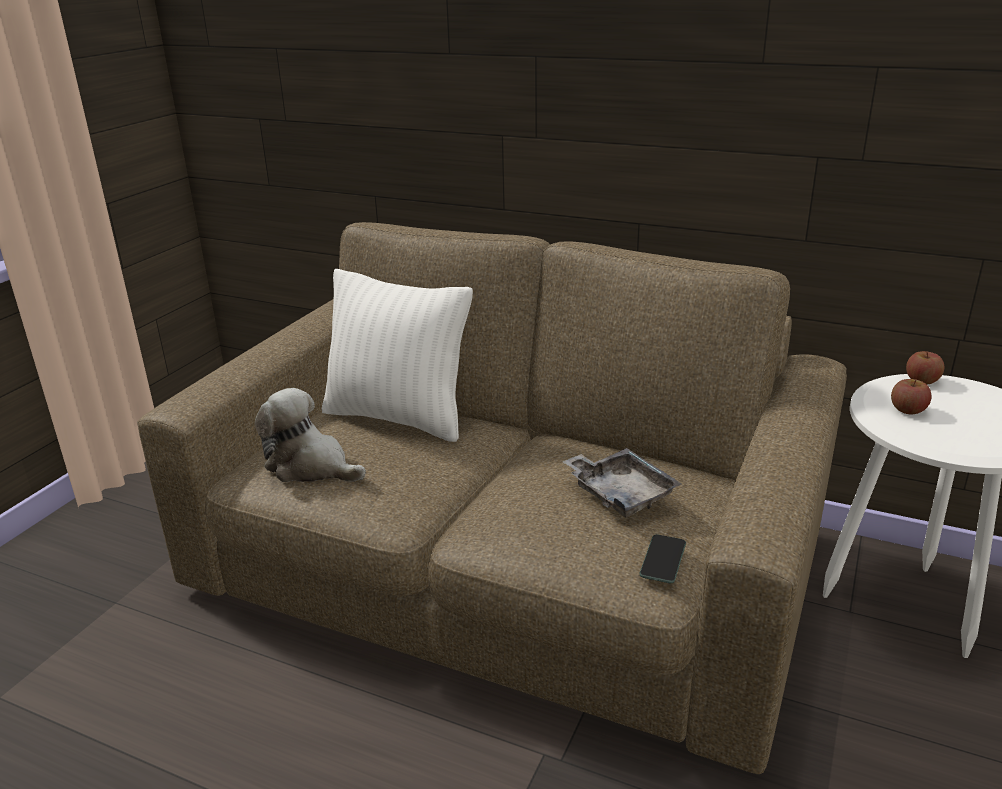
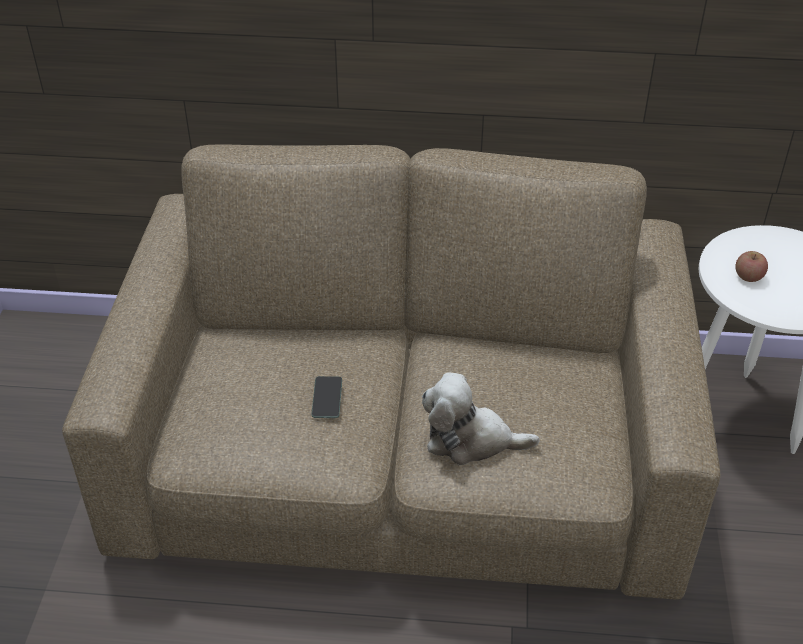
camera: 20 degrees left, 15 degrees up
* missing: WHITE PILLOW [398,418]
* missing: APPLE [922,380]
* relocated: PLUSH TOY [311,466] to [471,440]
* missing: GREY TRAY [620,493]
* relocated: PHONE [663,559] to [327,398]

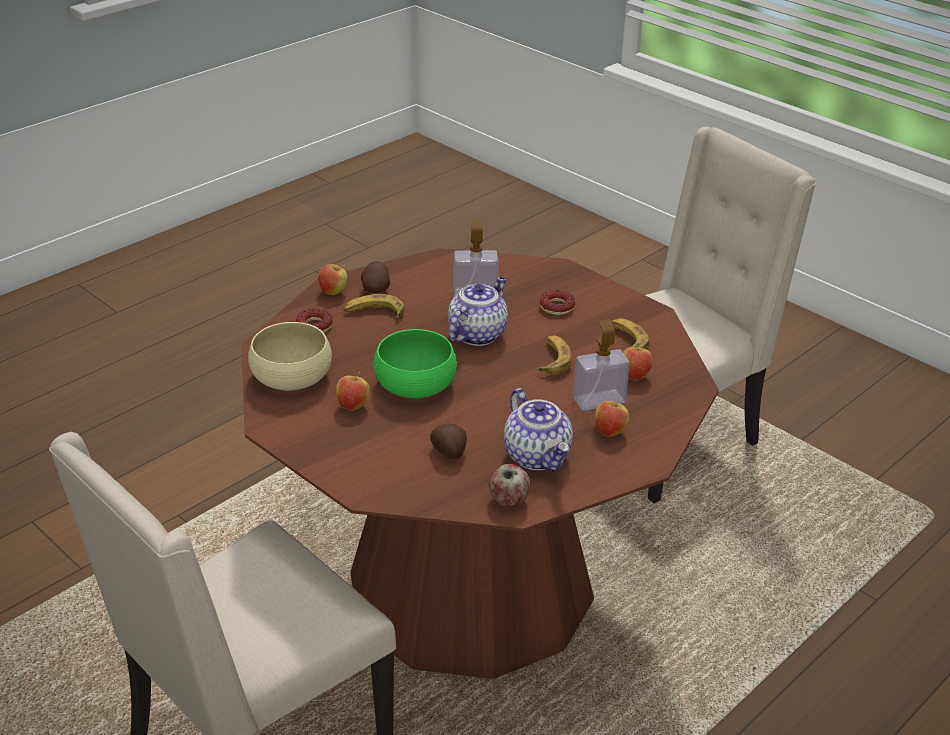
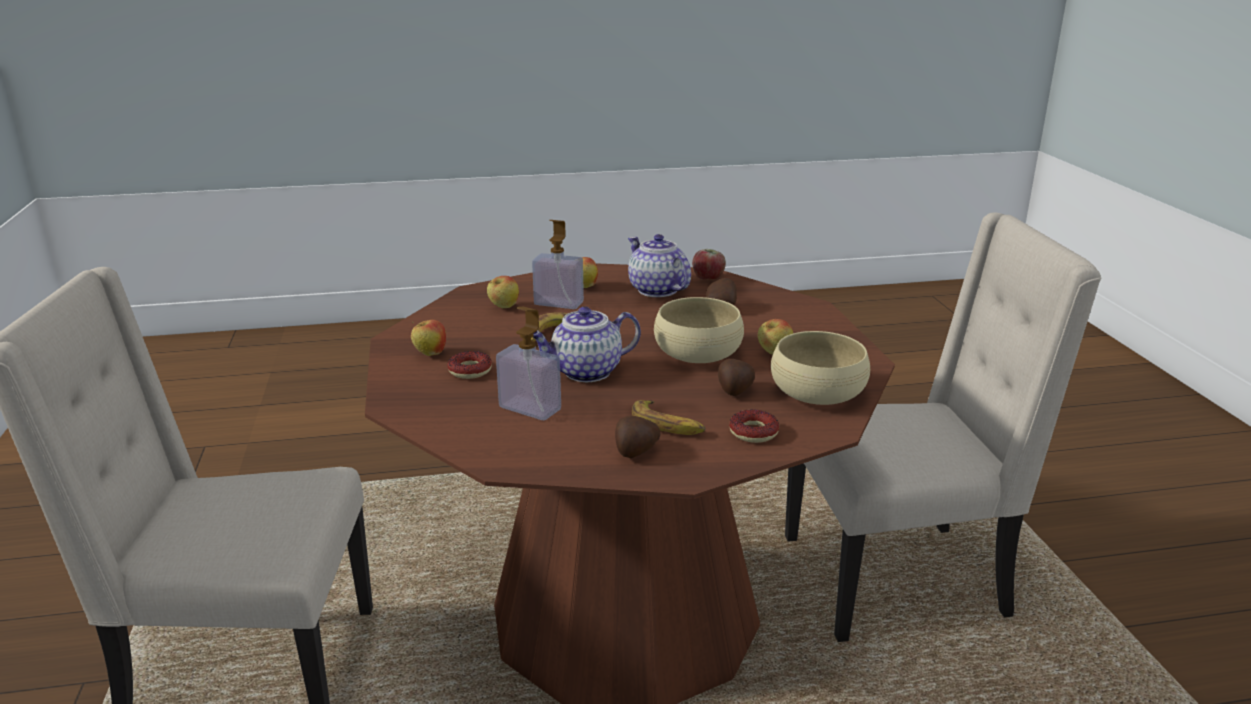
camera: 145 degrees left, 10 degrees down
* relocated: APPLE [333,292] to [430,354]
* missing: BANANA [627,341]
* colour: GREEN BOWL [415,383] to BEIGE BOWL [697,353]
* spun: TEAPOT [538,456] = [656,290] 45 degrees counterclockwise
* appeared: POTATO [734,391]

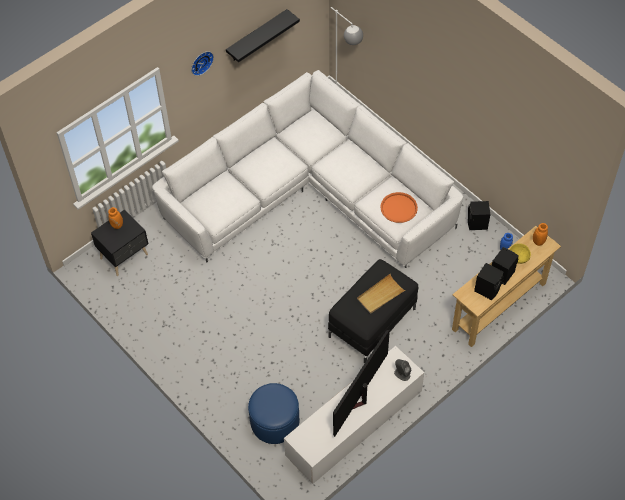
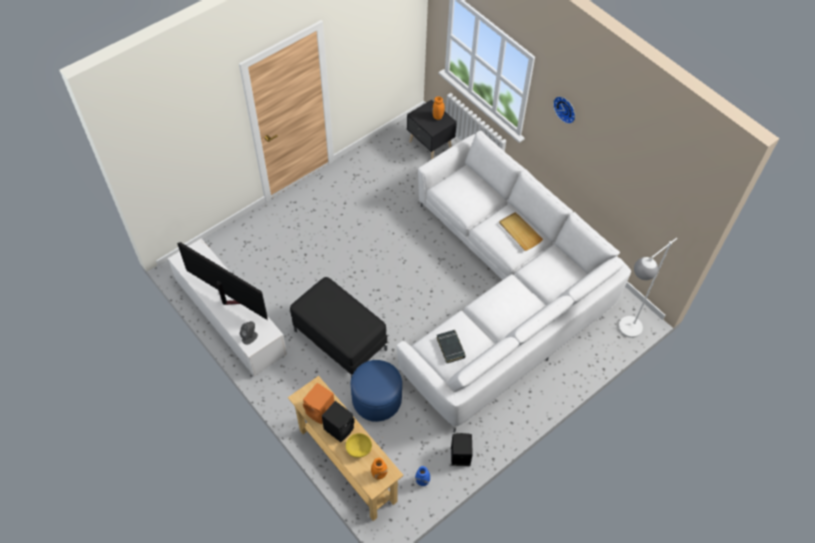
camera: 90 degrees right, 0 degrees up
* missing: BLACK SHELF [257,36]
* exchanged: ORANGE TRAY [398,208] to BLACK BOOK [450,347]
* colour: BLACK SPEAKER [487,289] to ORANGE SPEAKER [321,411]
* relocated: BEIGE TRAY [380,295] to [519,232]
* relocated: BLUE OTTOMAN [274,422] to [376,399]

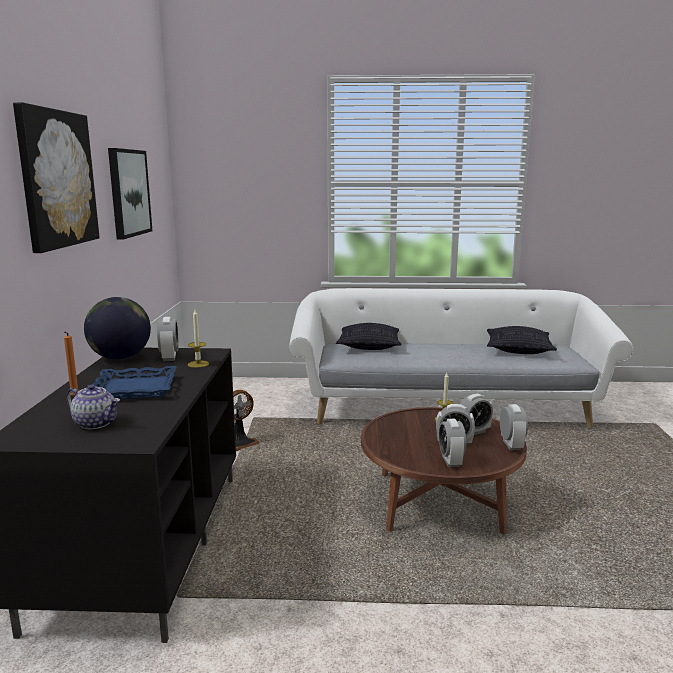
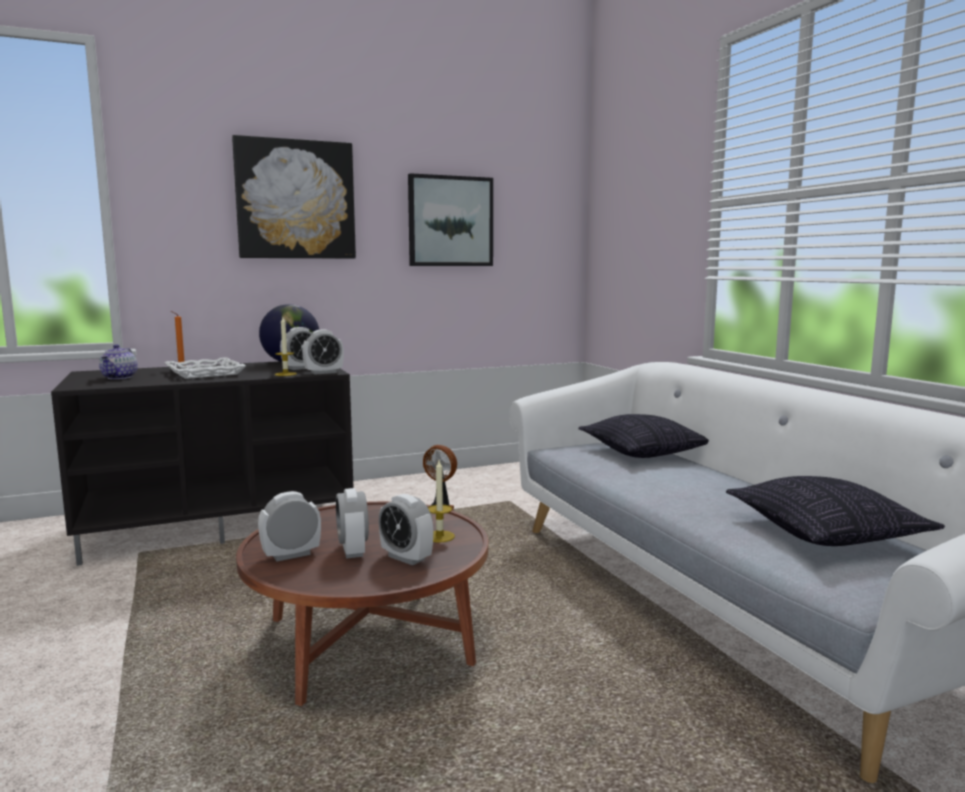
camera: 65 degrees right, 5 degrees down
* colour: BLUE TRAY [135,388] to WHITE TRAY [206,373]
* relocated: ALARM CLOCK [511,445] to [324,373]

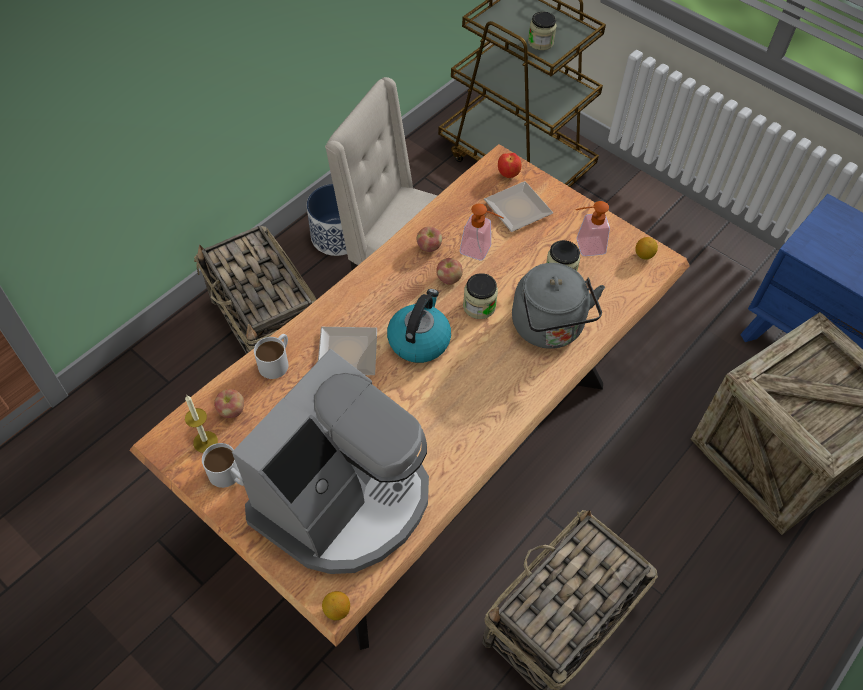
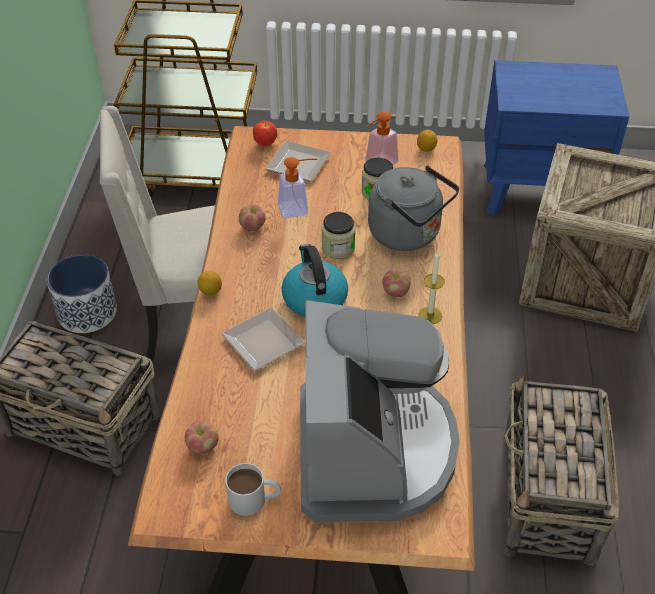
camera: 35 degrees left, 10 degrees down
* missing: JAR [540,42]
* relocated: APPLE [449,279] to [396,292]
* missing: WHITE MUG [276,361]
* relocated: CANDLE [205,442] to [430,315]
* relocated: LEMON [337,610] to [210,291]

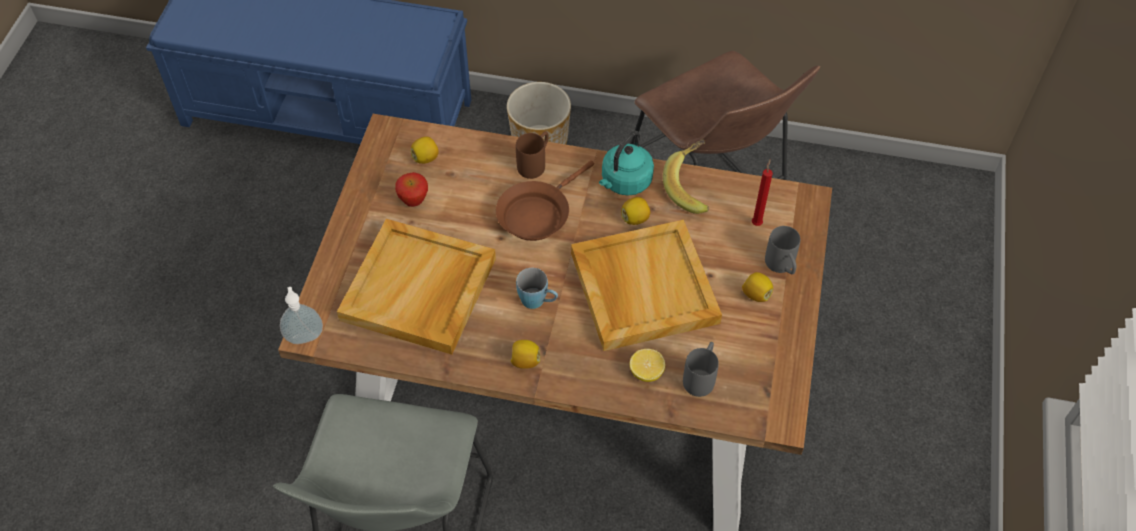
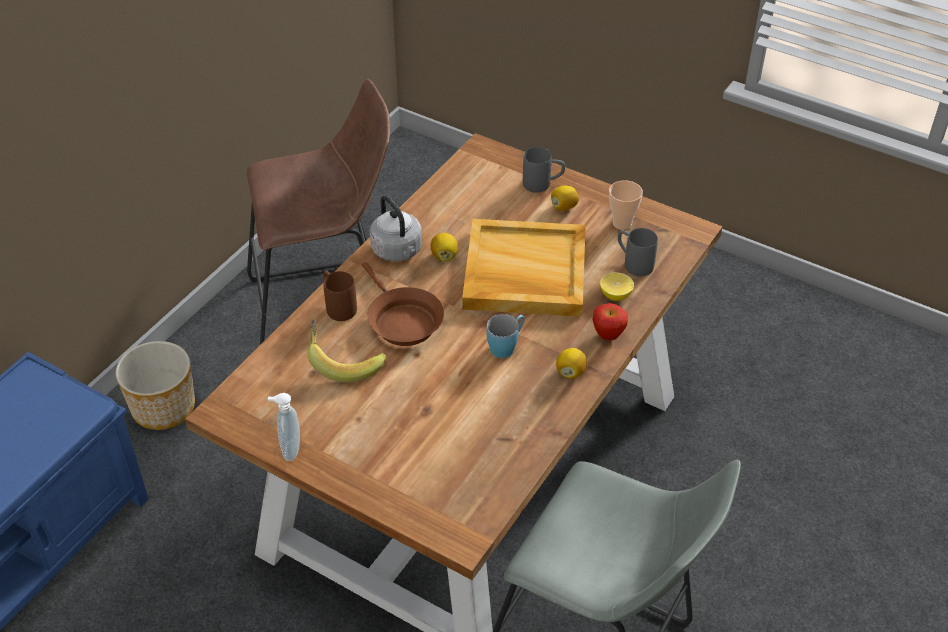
camera: 70 degrees left, 10 degrees down
* colour: TURQUOISE KETTLE [624,182] to GREY KETTLE [398,251]
* missing: LEMON [426,158]
* relocated: BANANA [692,187] to [344,361]
* missing: RED CANDLE [757,222]
* relocated: APPLE [414,202] to [608,336]
* missing: BEIGE TRAY [419,290]
* relocated: SOAP DISPENSER [305,336] to [289,450]
* appeared: CUP [622,223]

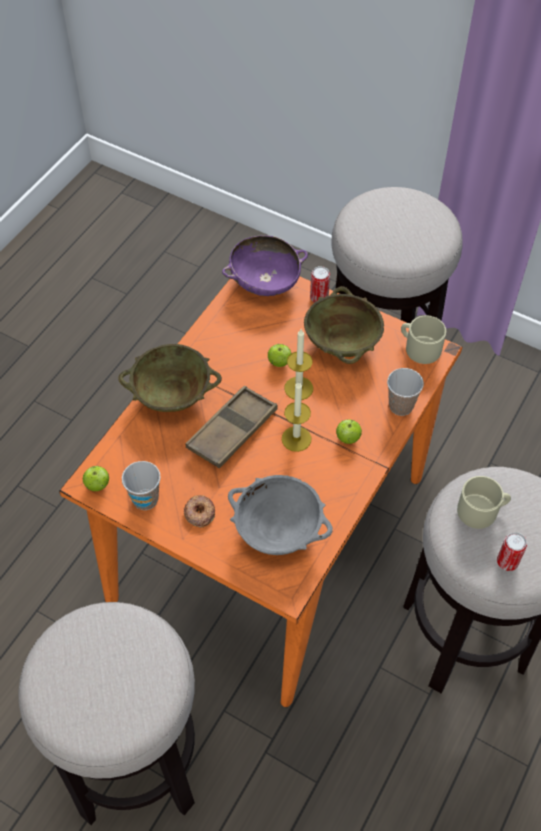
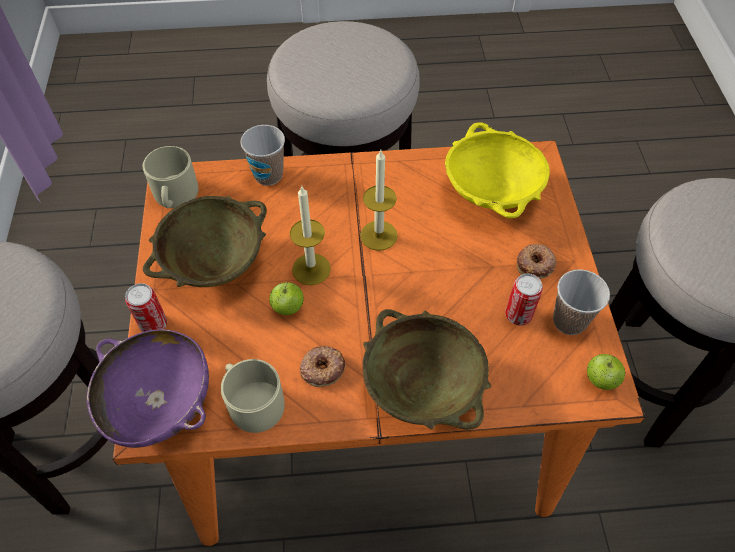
camera: 125 degrees left, 0 degrees up
* missing: BROWN TRAY [232,430]
* missing: APPLE [348,438]
* colour: GREY BOWL [278,530] to YELLOW BOWL [491,194]
* relocated: BEIGE MUG [482,510] to [252,401]
* relocated: CAN [507,562] to [518,315]
* appeared: DONUT [322,368]

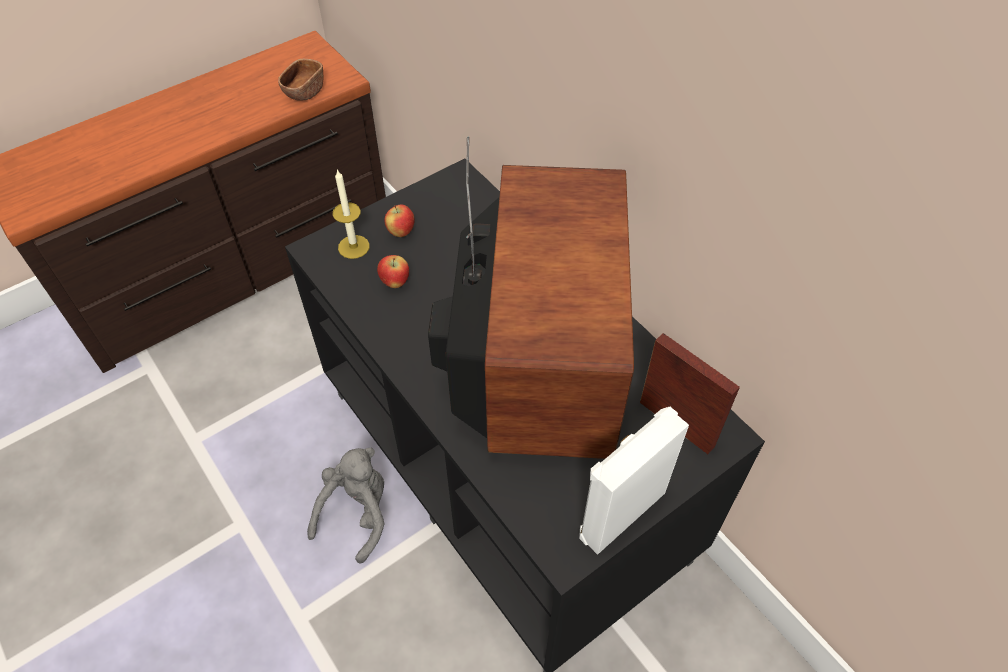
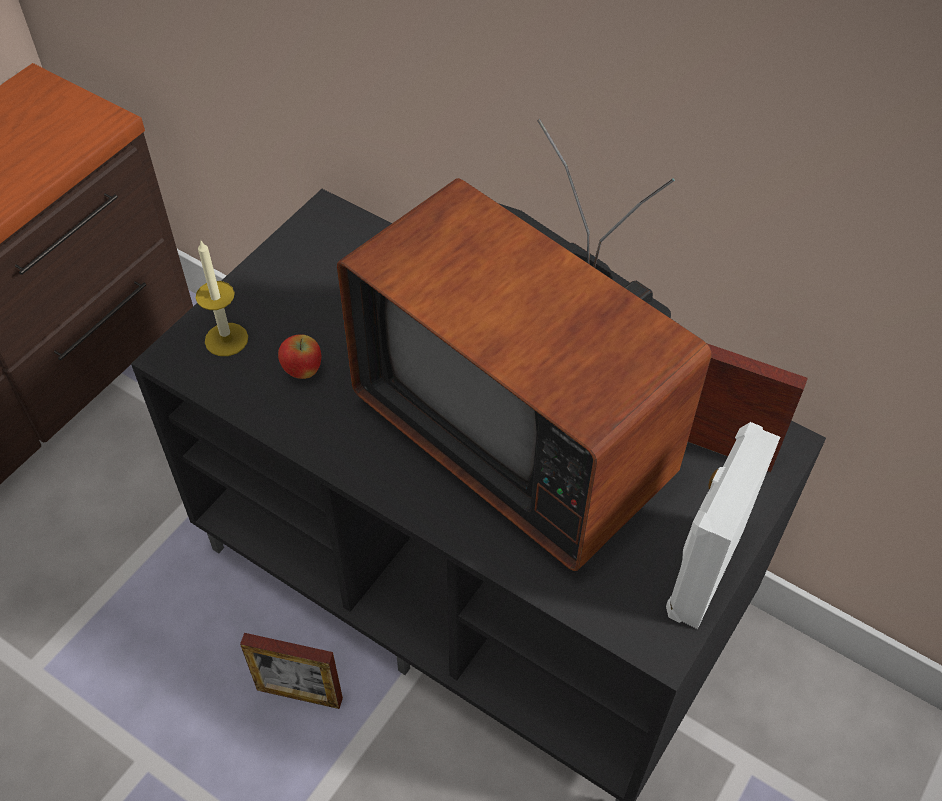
camera: 20 degrees left, 0 degrees up
* missing: BROWN BOWL [304,91]
* spun: TELEVISION [533,366] = [524,427] 150 degrees clockwise
* missing: APPLE [401,232]
* exchanged: GREY PLUSH TOY [357,513] to PICTURE FRAME [299,694]

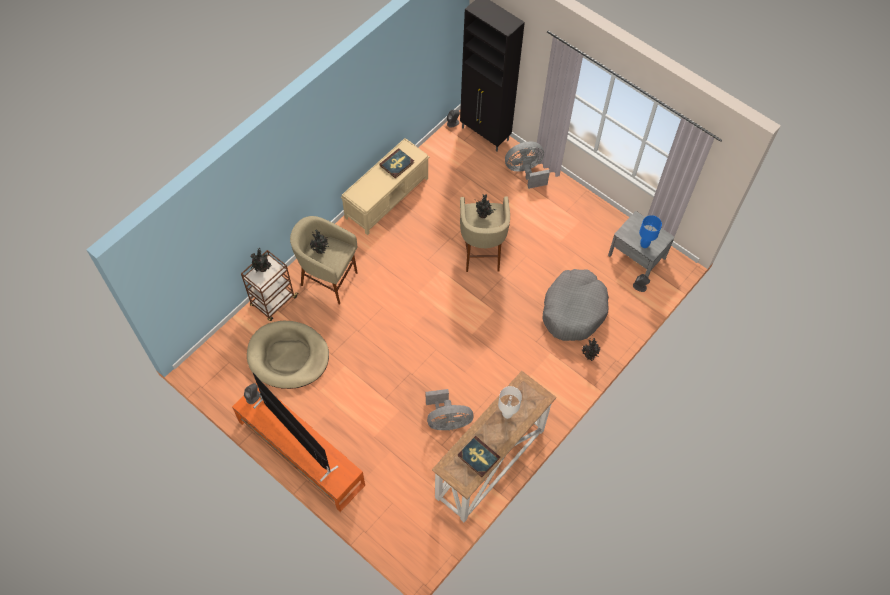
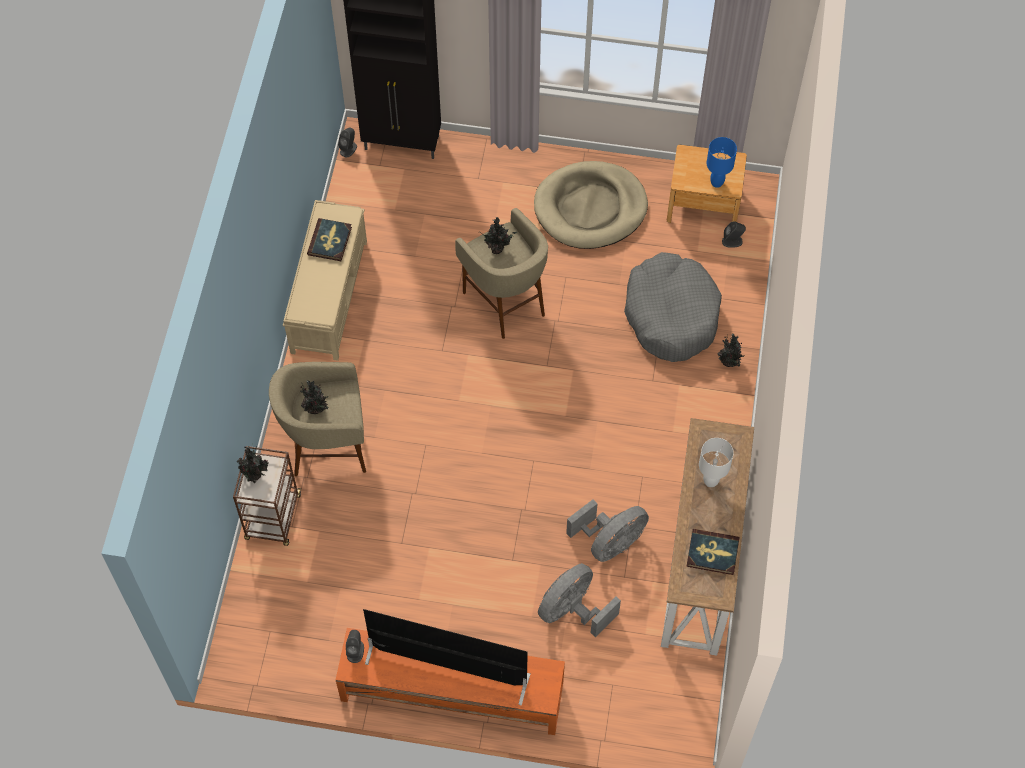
camera: 30 degrees left, 0 degrees up
* relocated: GREY FAN [525,172] to [573,610]
* colour: GREY NIGHTSTAND [637,256] to BROWN NIGHTSTAND [703,204]
* relocated: BEIGE DOG BED [288,356] to [590,208]

